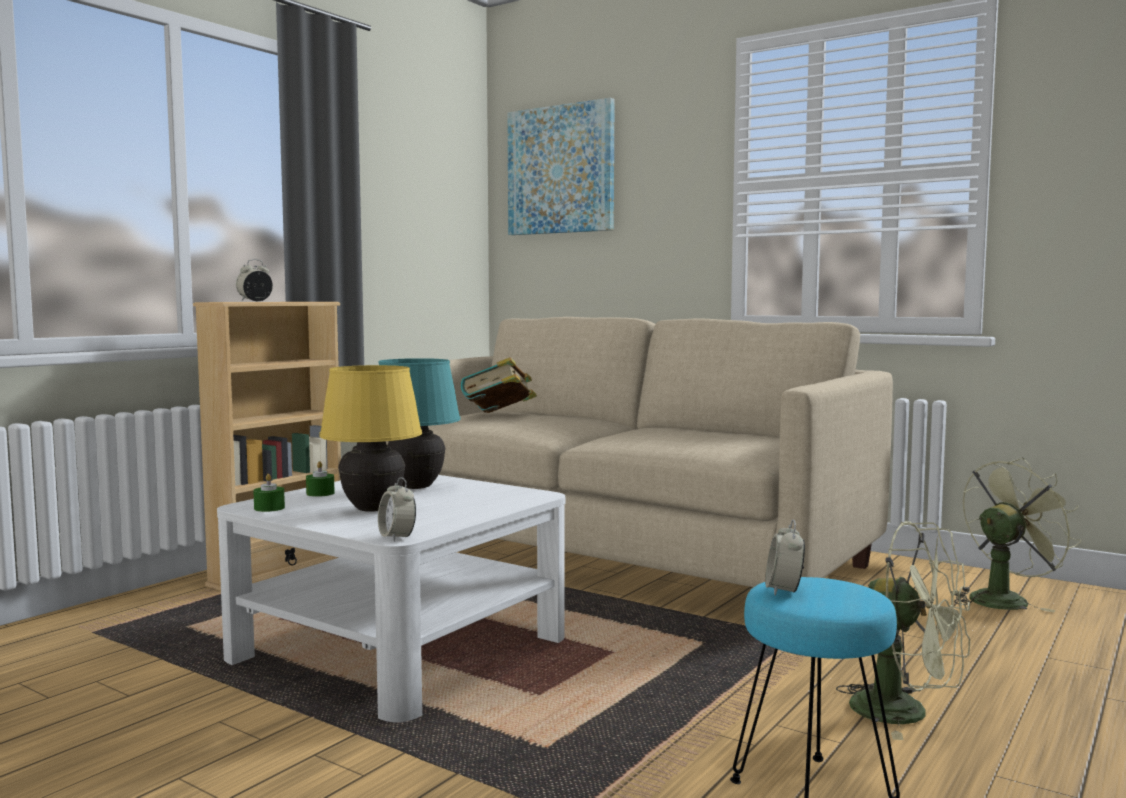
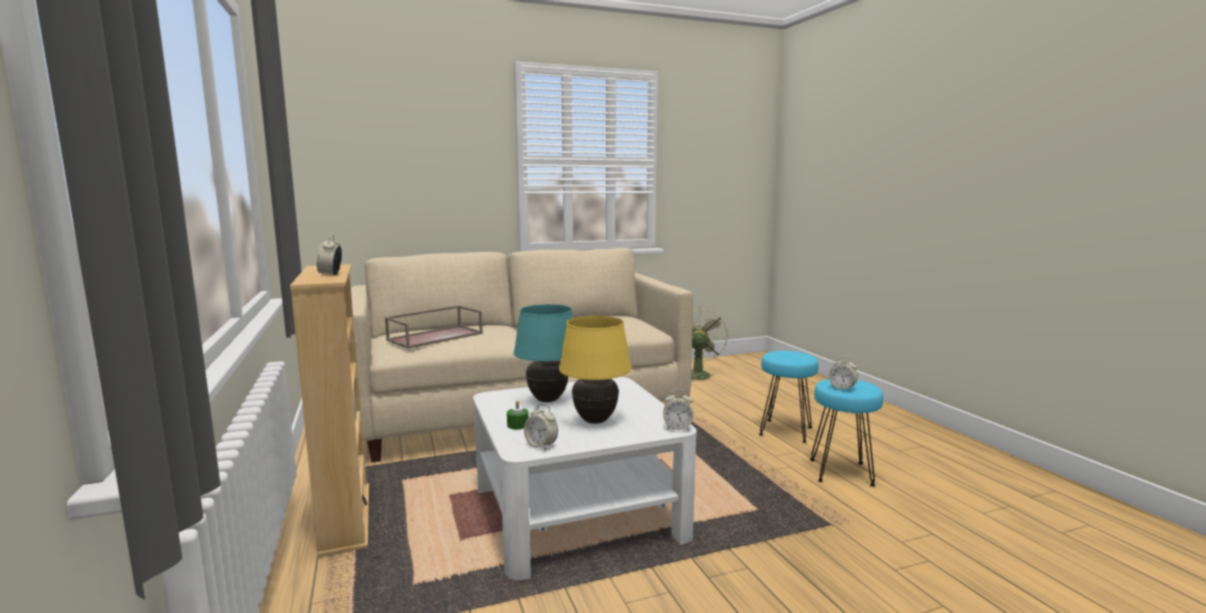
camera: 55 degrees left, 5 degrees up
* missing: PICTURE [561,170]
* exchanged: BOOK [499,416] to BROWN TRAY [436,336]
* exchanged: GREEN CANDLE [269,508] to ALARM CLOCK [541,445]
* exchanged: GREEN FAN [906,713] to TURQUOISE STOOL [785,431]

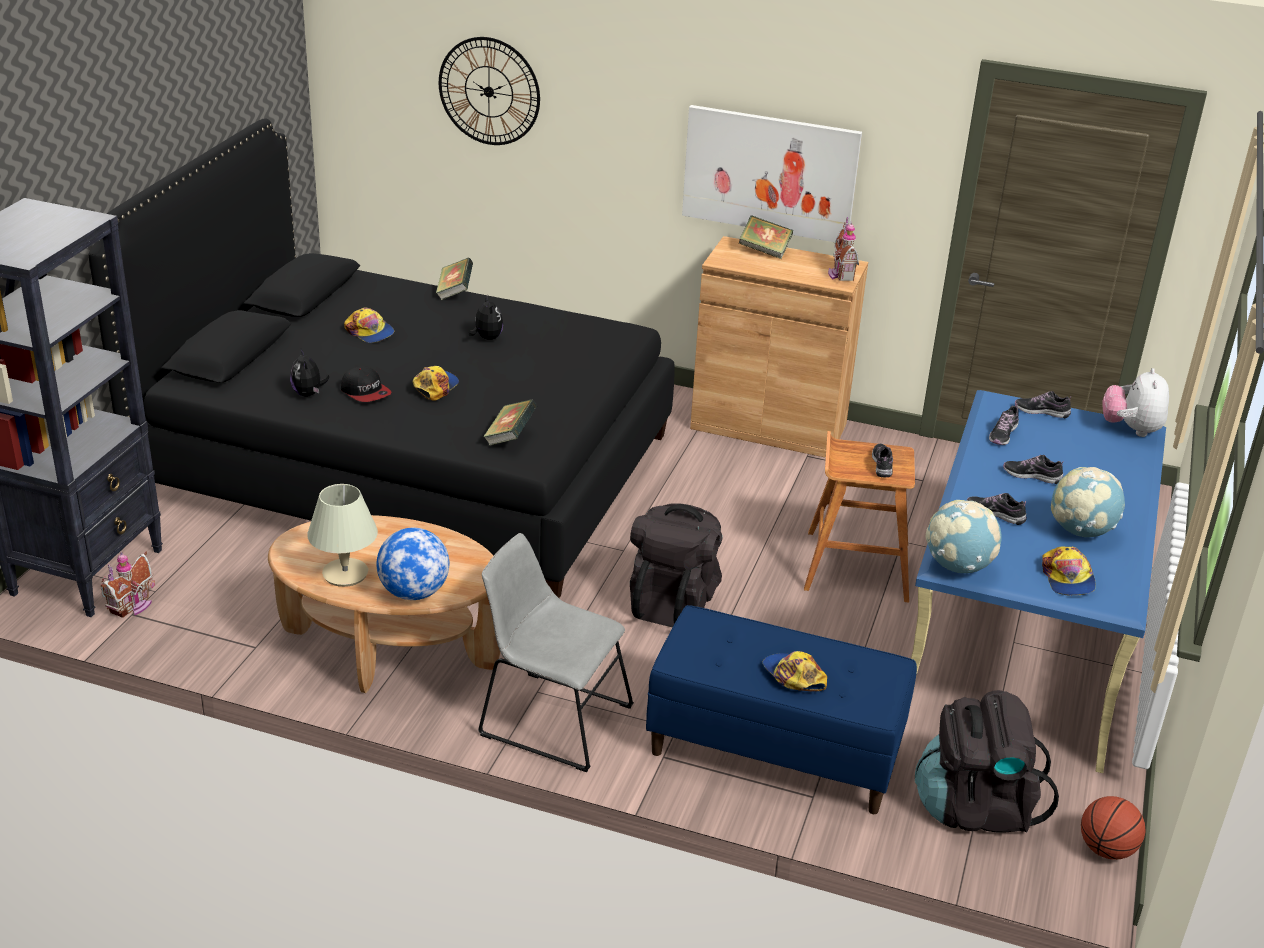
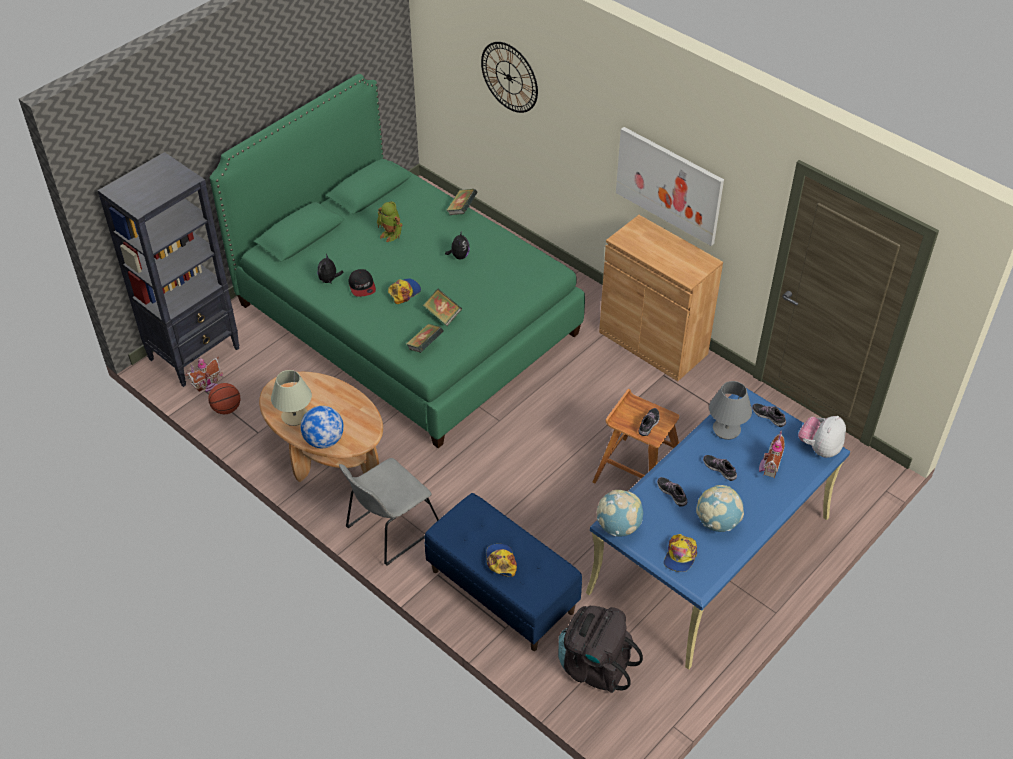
camera: 25 degrees right, 15 degrees up
* colour: BLACK BED [408,465] to GREEN BED [406,319]
* relocated: BOOK [764,251] to [442,315]
* relocated: TOY HOUSE [840,274] to [769,467]
* exchanged: CAP [369,332] to TOY ROBOT [391,234]
* exchanged: SHOE [1003,434] to GREY TABLE LAMP [726,429]
* missing: BLACK BACKPACK [672,602]
* spun: GREY CHAIR [550,718] = [390,529] 90 degrees counterclockwise
* relocated: BASKETBALL [1106,849] to [226,409]

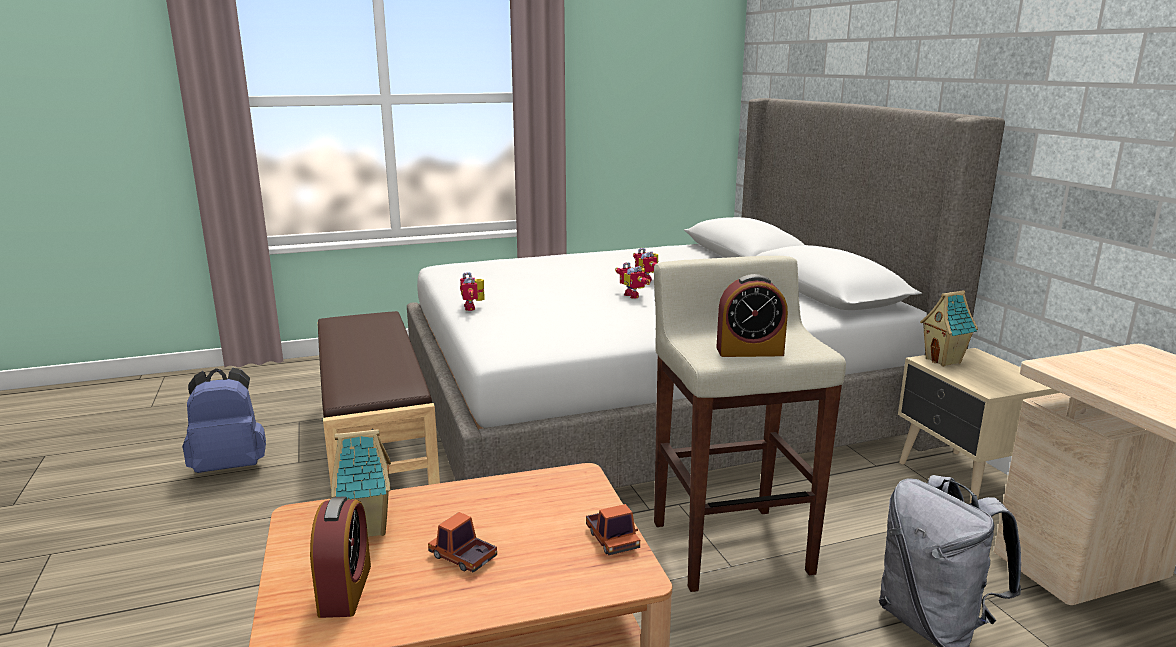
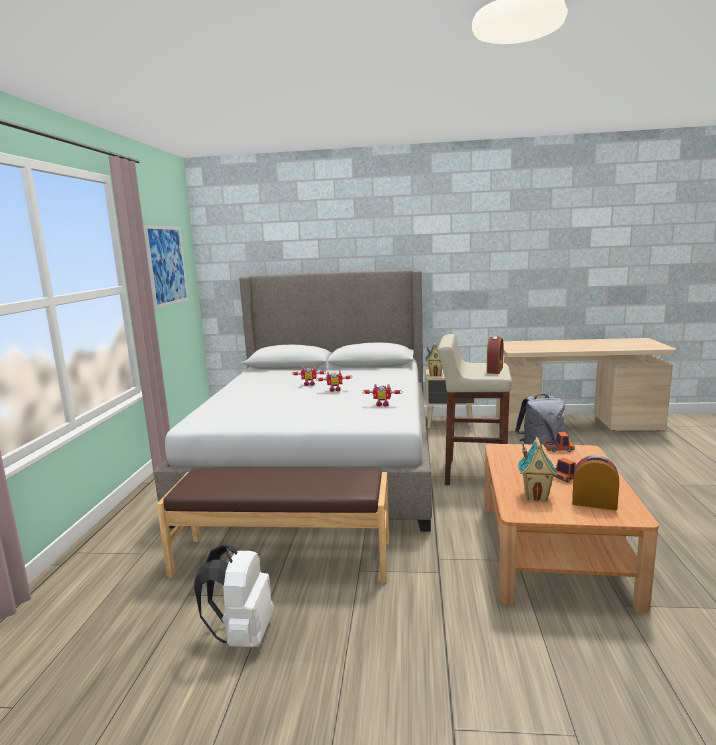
camera: 65 degrees left, 5 degrees down
* relocated: TOY ROBOT [473,307] to [382,404]
* colour: BLUE BACKPACK [231,465] to WHITE BACKPACK [242,635]
* appeared: PICTURE [167,265]

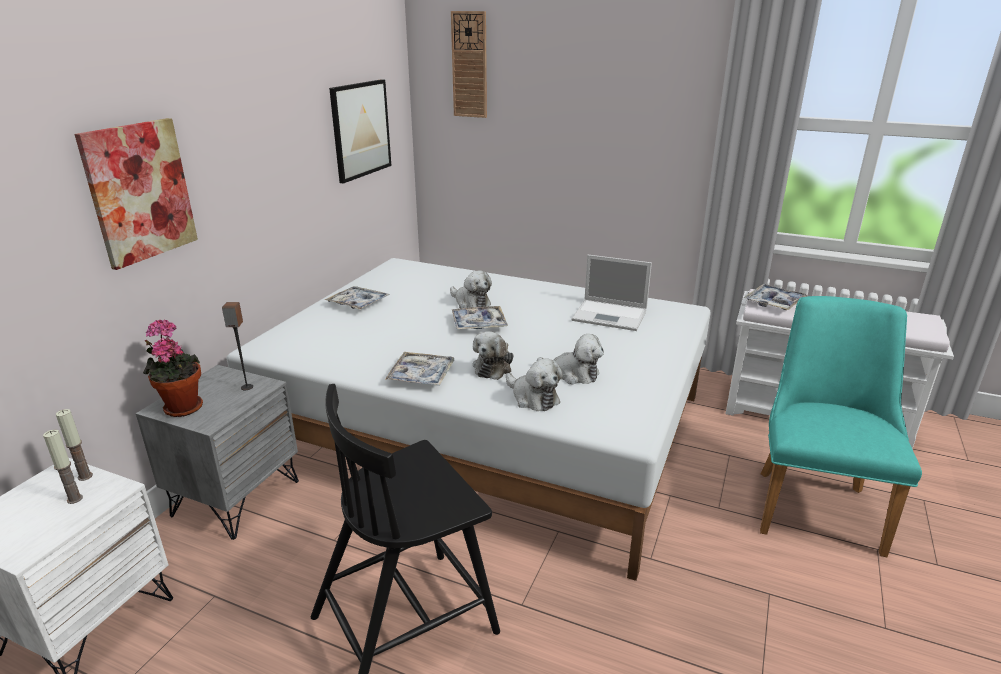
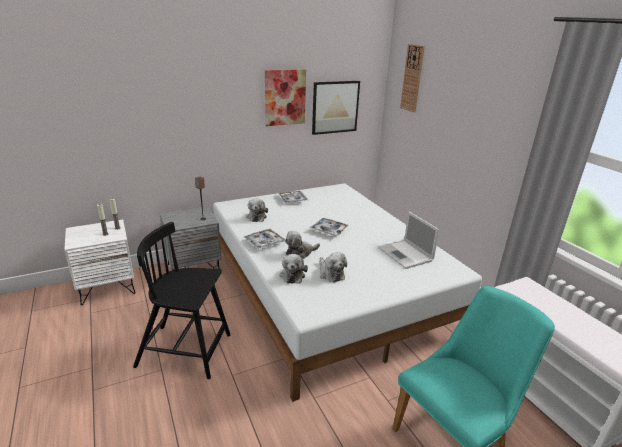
camera: 40 degrees right, 0 degrees up
* relocated: PICTURE [140,192] to [285,97]
* relocated: PLUSH TOY [470,302] to [257,216]
* missing: TRAY [774,303]
* missing: POTTED PLANT [181,407]

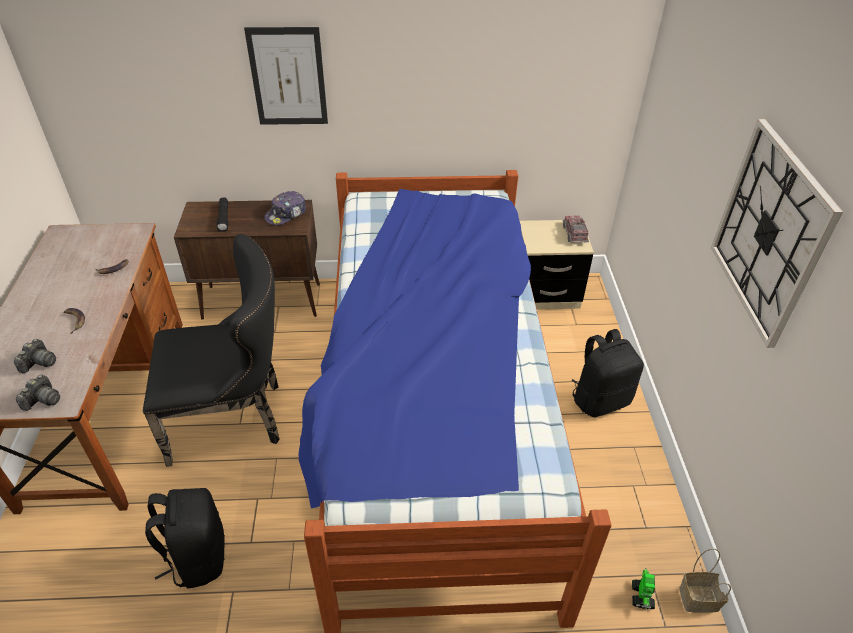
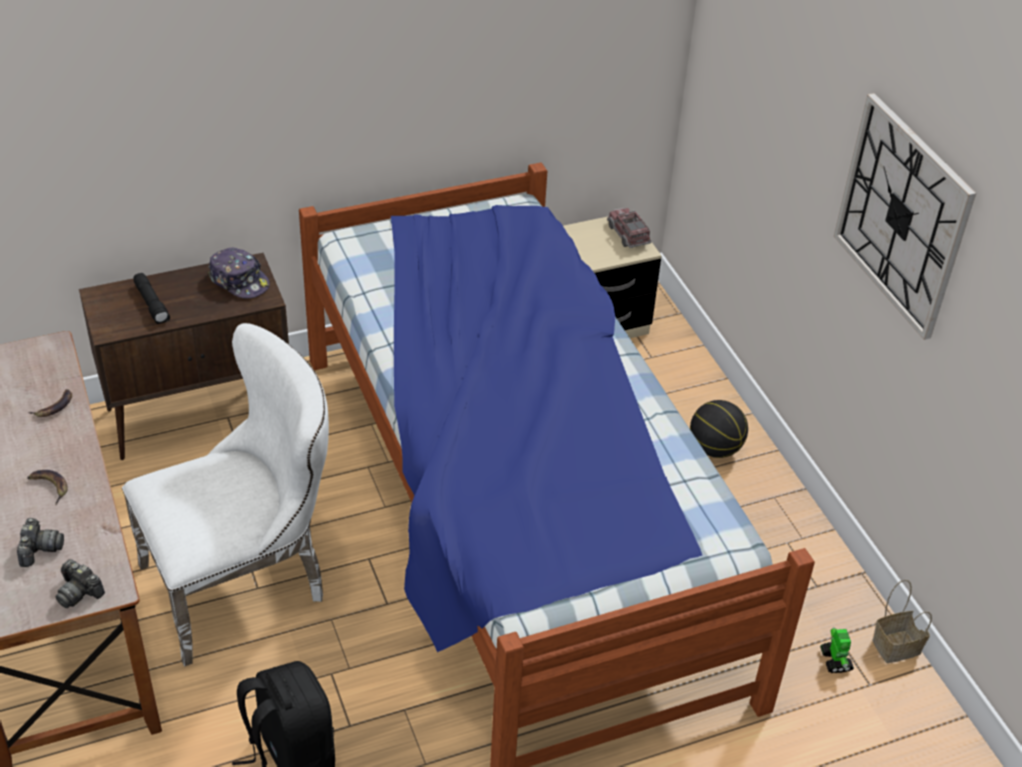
camera: 20 degrees left, 0 degrees up
* missing: PICTURE [288,77]
* spun: CAP [286,214] = [239,281] 75 degrees counterclockwise
* colour: BLACK CHAIR [234,417] to WHITE CHAIR [245,582]
* exchanged: BLACK BACKPACK [600,399] to BASKETBALL [715,448]
* spun: PHOTO CAMERA [42,400] = [79,592] 120 degrees clockwise

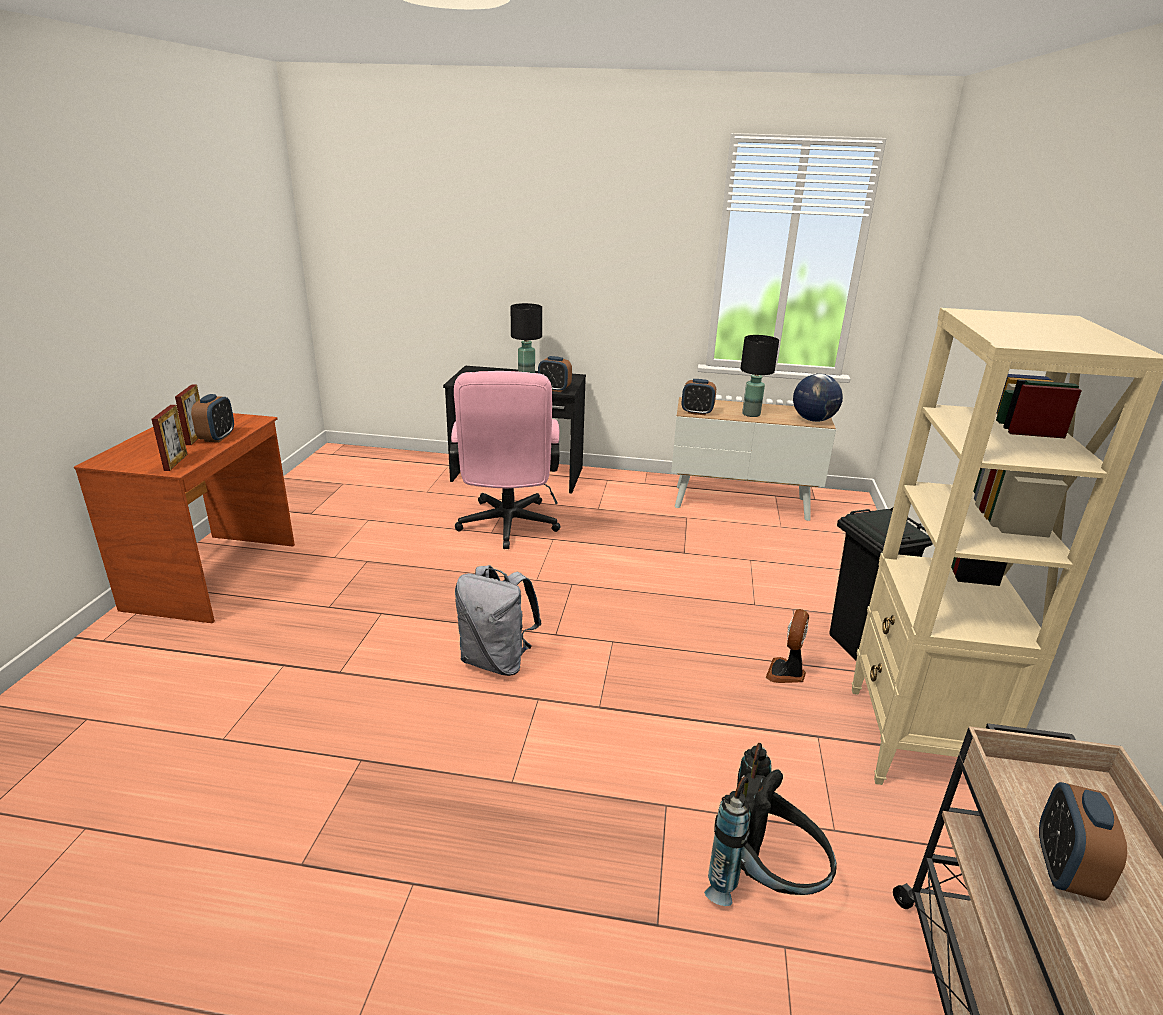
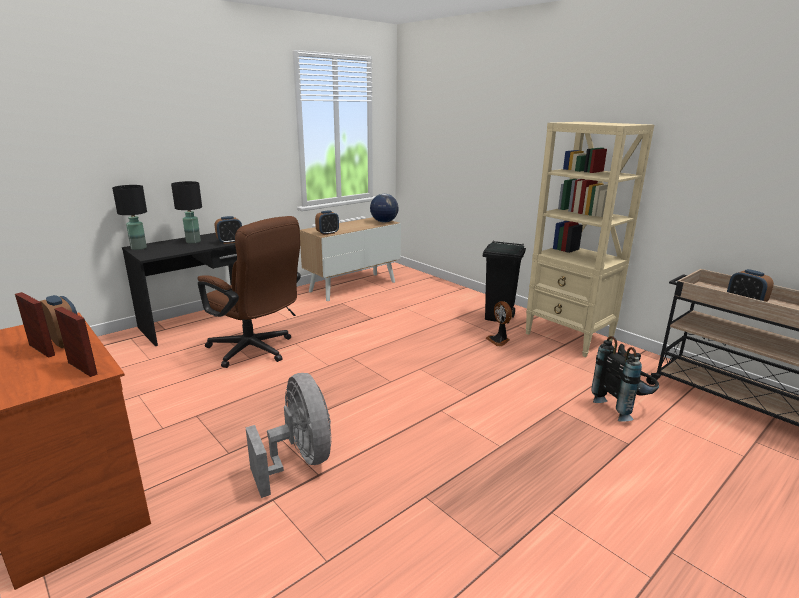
camera: 50 degrees left, 5 degrees down
* relocated: BLACK TABLE LAMP [751,414] to [138,248]
* colour: PINK OFFICE CHAIR [507,528] to BROWN OFFICE CHAIR [256,351]
* missing: GREY BACKPACK [497,661]
* appeared: GREY FAN [299,461]

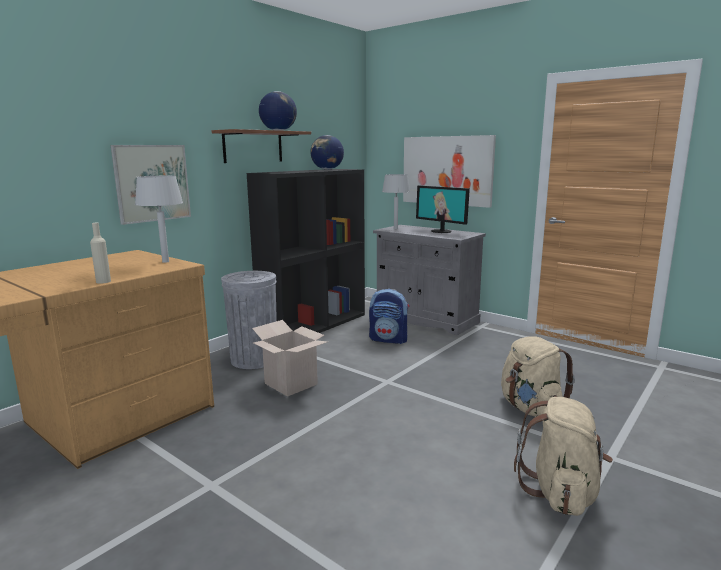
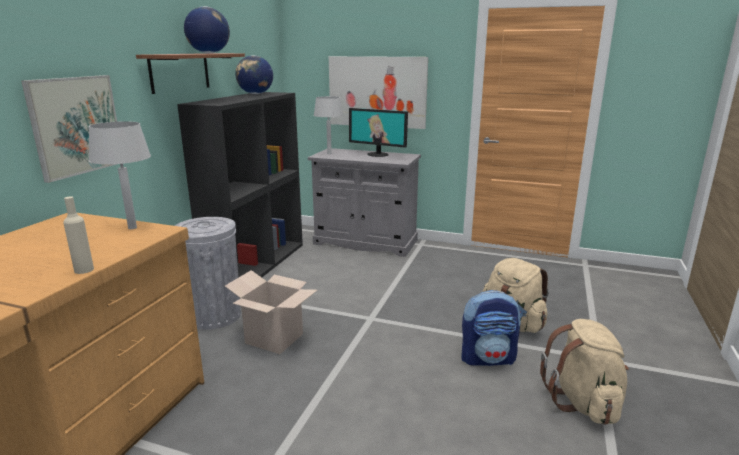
camera: 20 degrees left, 5 degrees up
* relocated: BACKPACK [389,339] to [488,358]

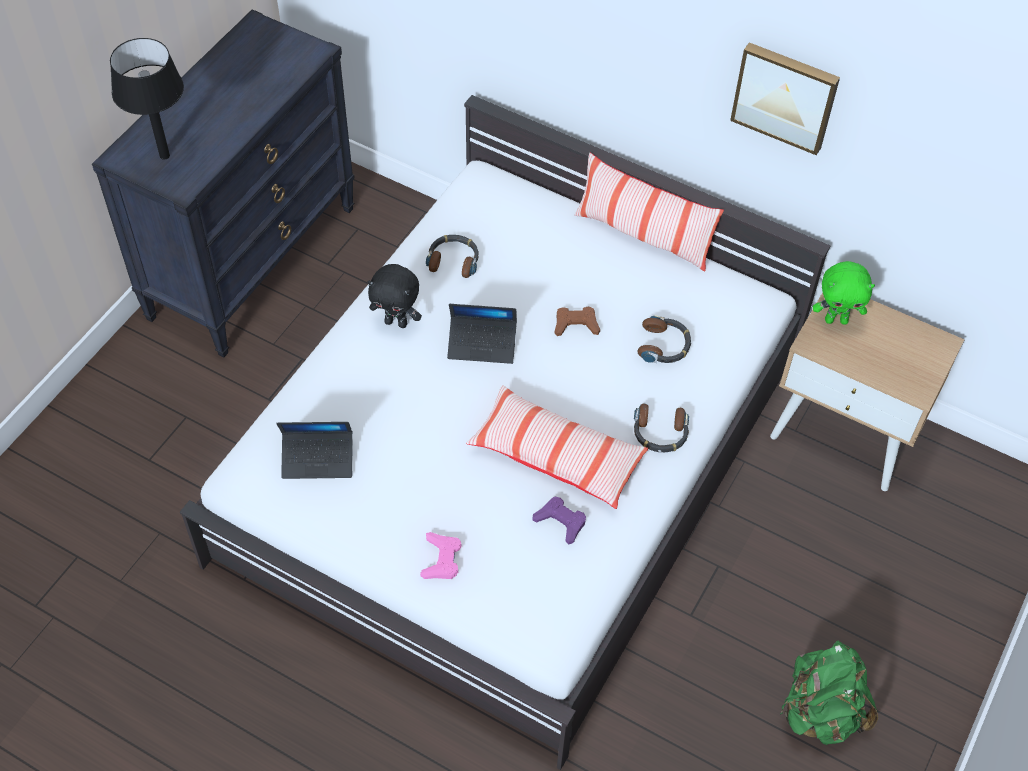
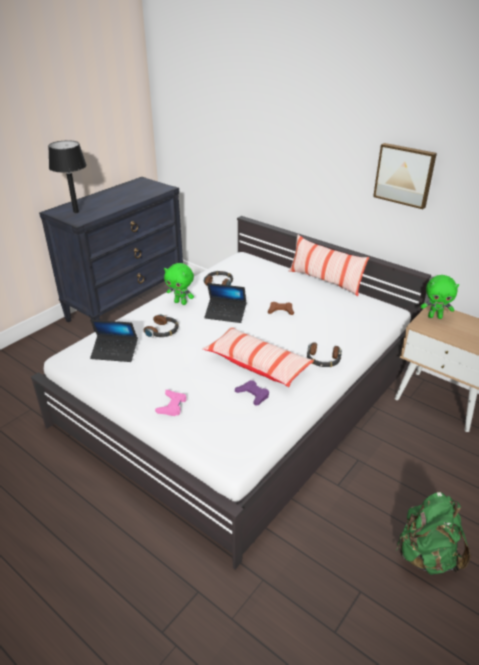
camera: 10 degrees right, 20 degrees down
* colour: BLACK PLUSH TOY [396,322] to GREEN PLUSH TOY [181,302]
* relocated: HEADPHONES [664,345] to [163,331]

